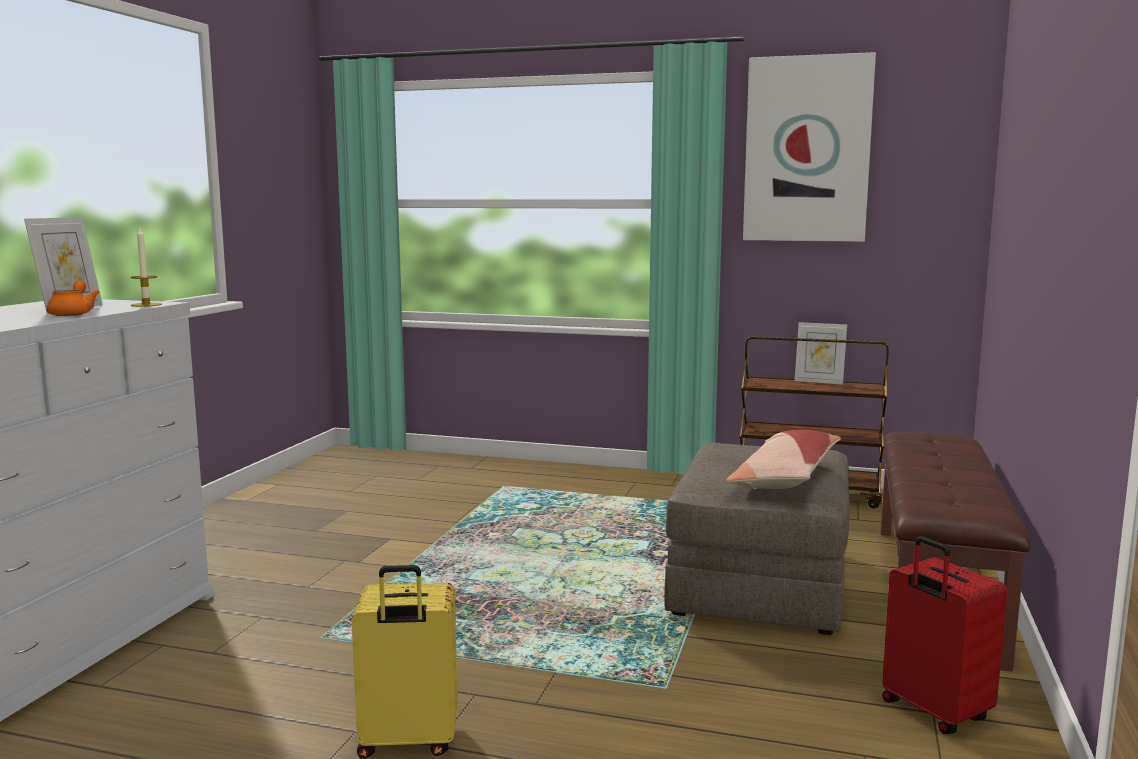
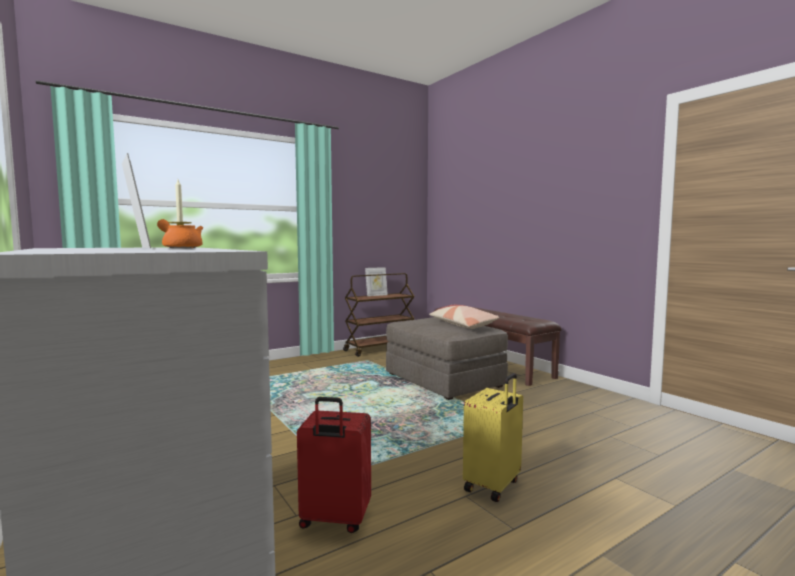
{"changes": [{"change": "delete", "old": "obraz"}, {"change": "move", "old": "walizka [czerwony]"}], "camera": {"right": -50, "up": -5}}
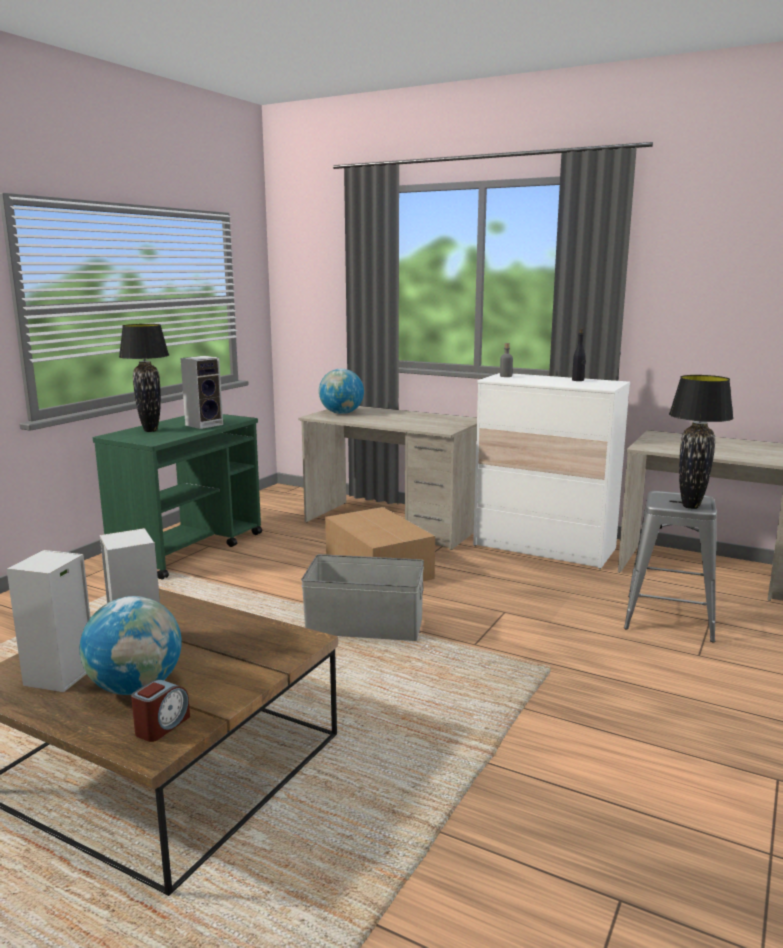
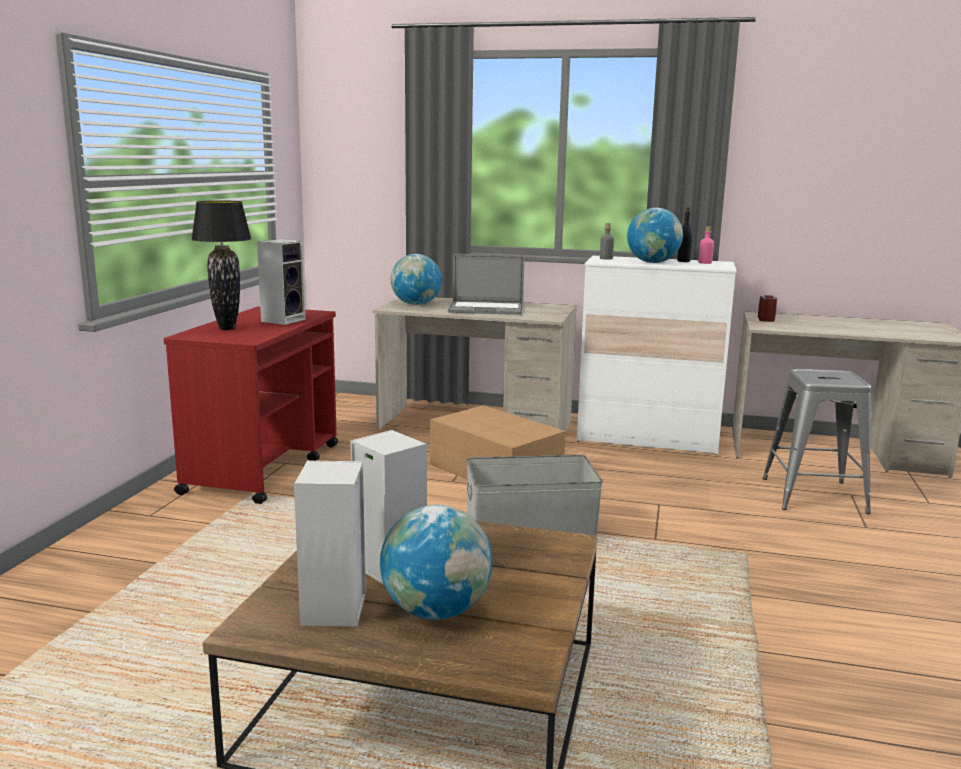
{"changes": [{"change": "delete", "old": "lampa stołowa [czarny] (2nd from left)"}, {"change": "insert", "new": "laptop"}, {"change": "insert", "new": "globus (3rd from left)"}, {"change": "insert", "new": "butelka [różowy]"}, {"change": "move", "old": "budzik"}, {"change": "recolor", "old": "wózek [zielony]", "new": "wózek [czerwony]"}], "camera": {"right": -15, "up": 0}}
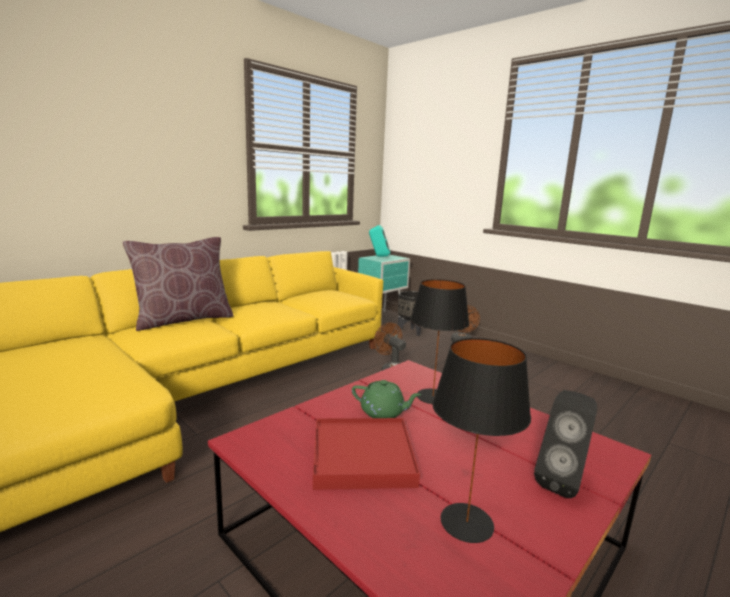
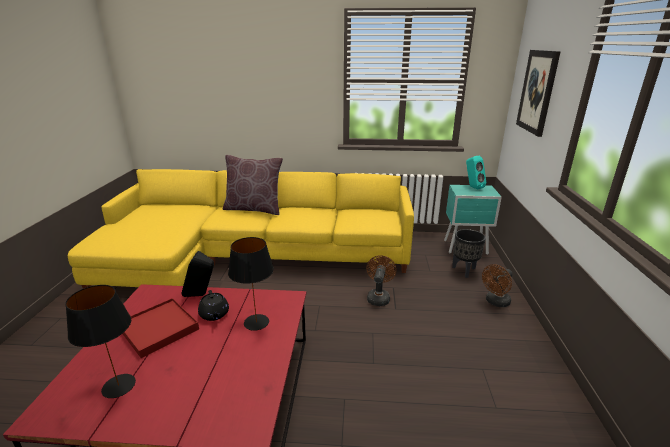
{"changes": [{"change": "insert", "new": "obraz"}, {"change": "move", "old": "głośnik [czarny]"}, {"change": "recolor", "old": "imbryk [zielony]", "new": "imbryk [czarny]"}], "camera": {"right": 50, "up": 10}}
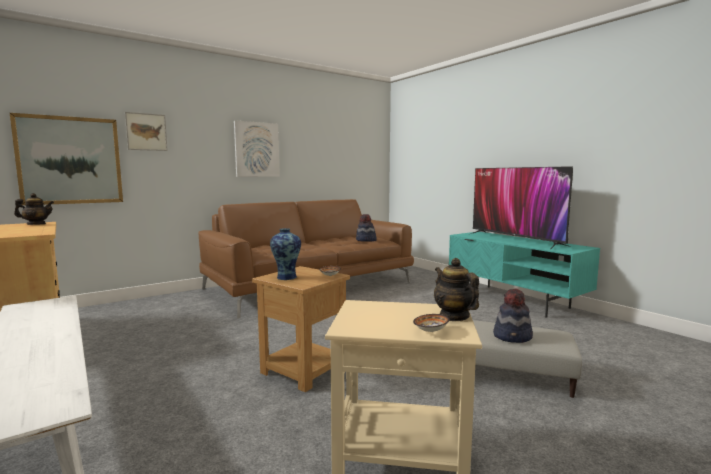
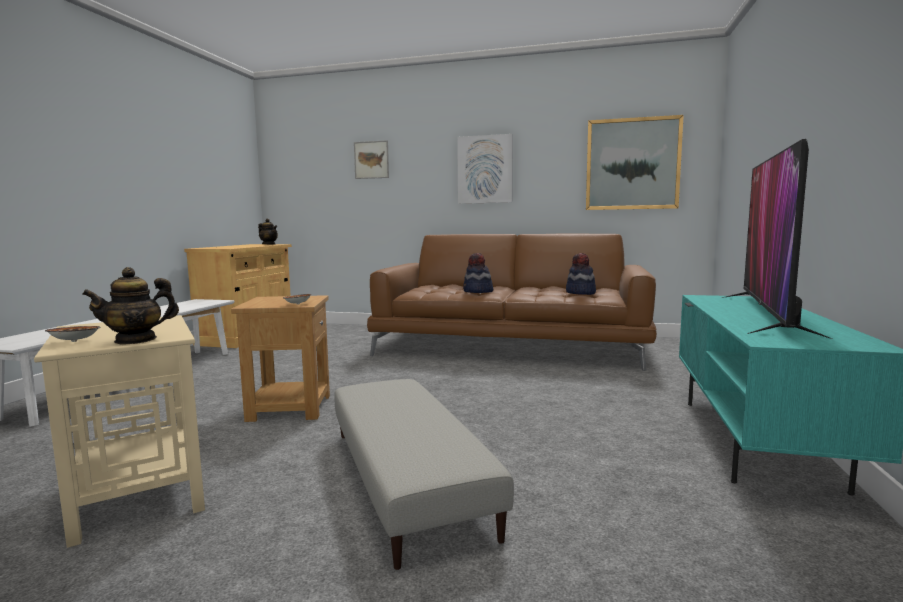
{"changes": [{"change": "delete", "old": "wazon"}, {"change": "move", "old": "obraz (1st from left in the first image)", "new": "obraz (3rd from left)"}, {"change": "move", "old": "kapelusz (2nd from left in the first image)", "new": "kapelusz (1st from left)"}, {"change": "rotate", "old": "imbryk (2nd from left in the first image)", "degrees": -150}], "camera": {"right": 50, "up": 0}}
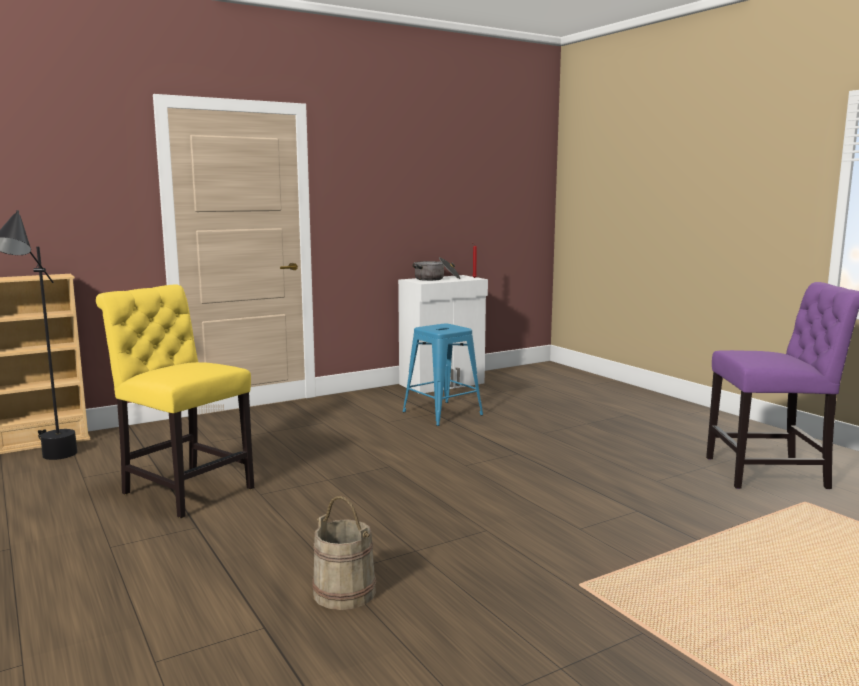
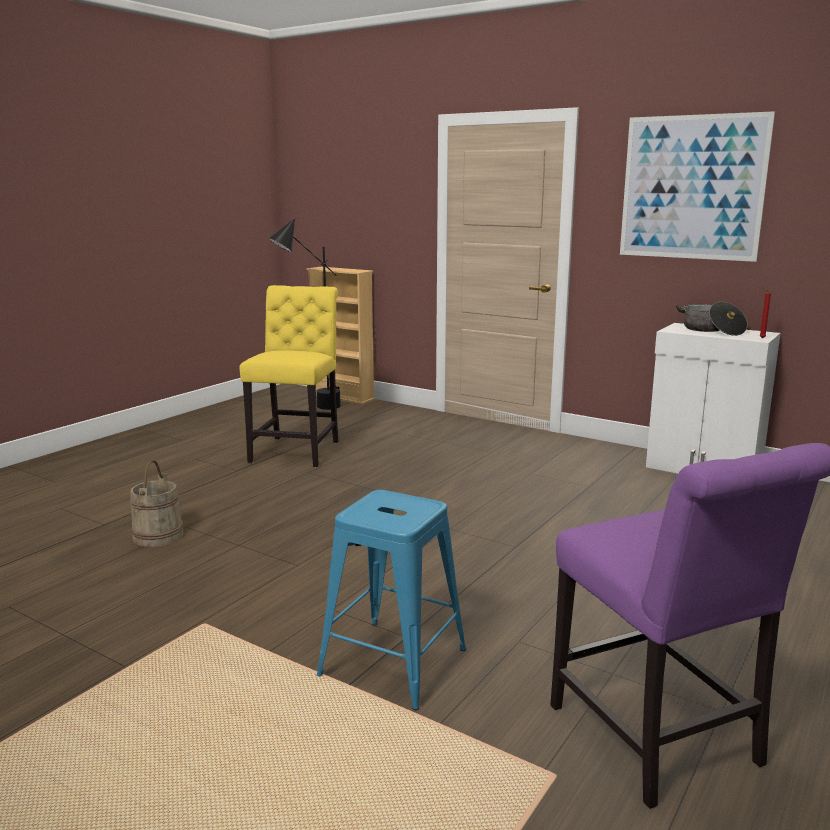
{"changes": [{"change": "insert", "new": "obraz"}, {"change": "move", "old": "stołek [niebieski]"}], "camera": {"right": 65, "up": 5}}
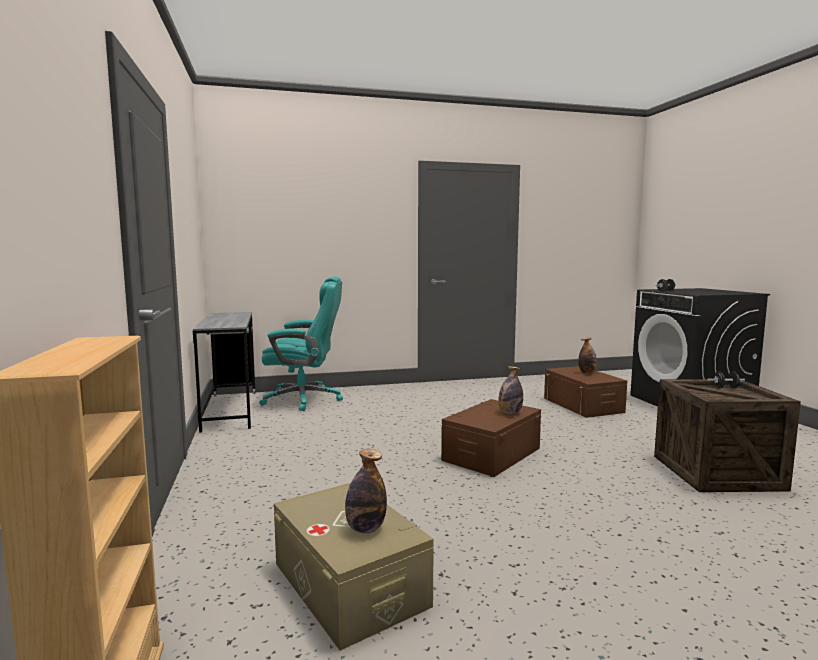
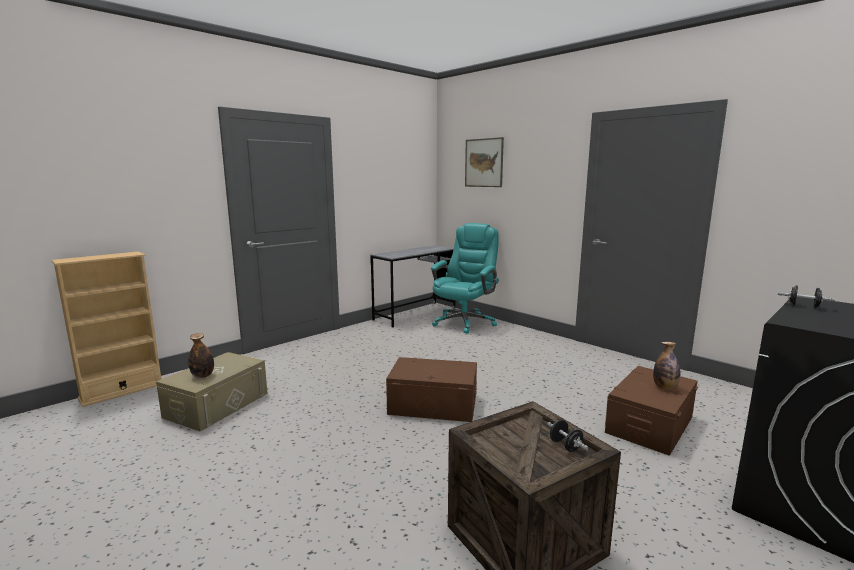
{"changes": [{"change": "delete", "old": "butelka (2nd from left)"}, {"change": "insert", "new": "obraz"}, {"change": "rotate", "old": "krzesło biurowe [turkusowy]", "degrees": -120}], "camera": {"right": 60, "up": 5}}
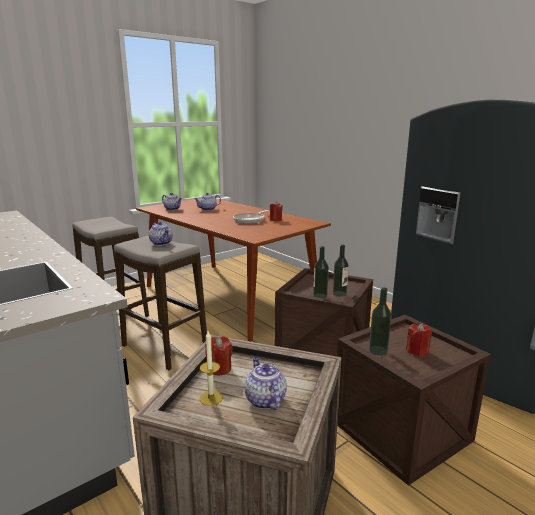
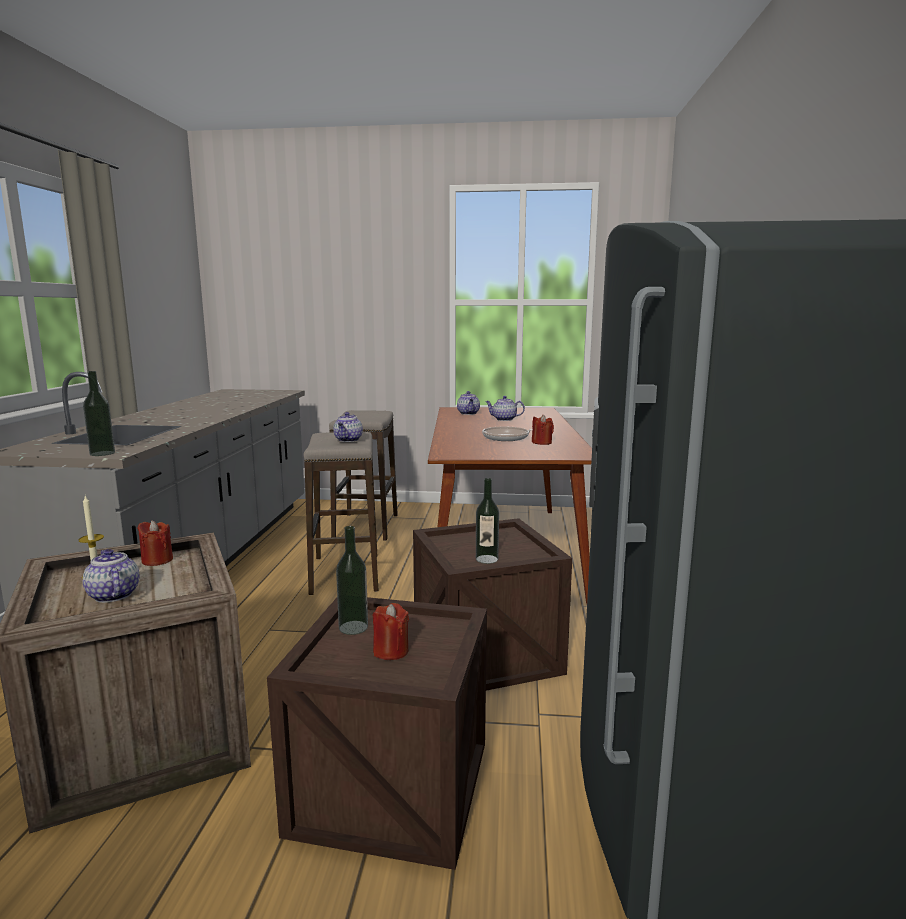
{"changes": [{"change": "move", "old": "butelka (1st from left)"}, {"change": "rotate", "old": "imbryk (4th from left in the first image)", "degrees": -60}], "camera": {"right": 45, "up": -5}}
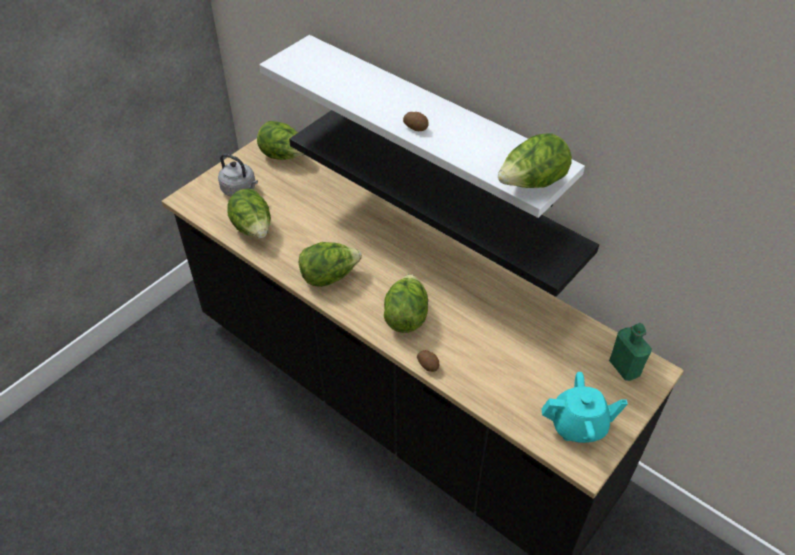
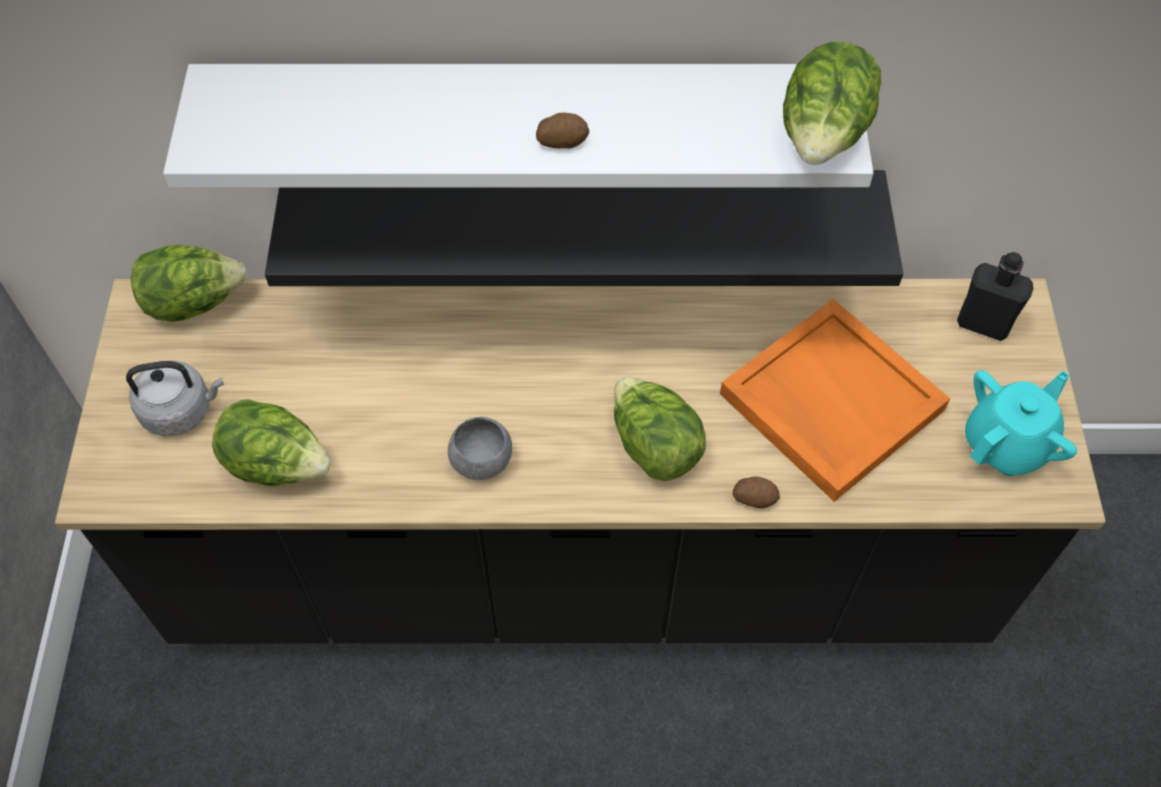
{"changes": [{"change": "insert", "new": "taca [pomarańczowy]"}, {"change": "replace", "old": "sałata (3rd from left)", "new": "miska [szary]"}, {"change": "recolor", "old": "butelka [zielony]", "new": "butelka [czarny]"}], "camera": {"right": -40, "up": 10}}
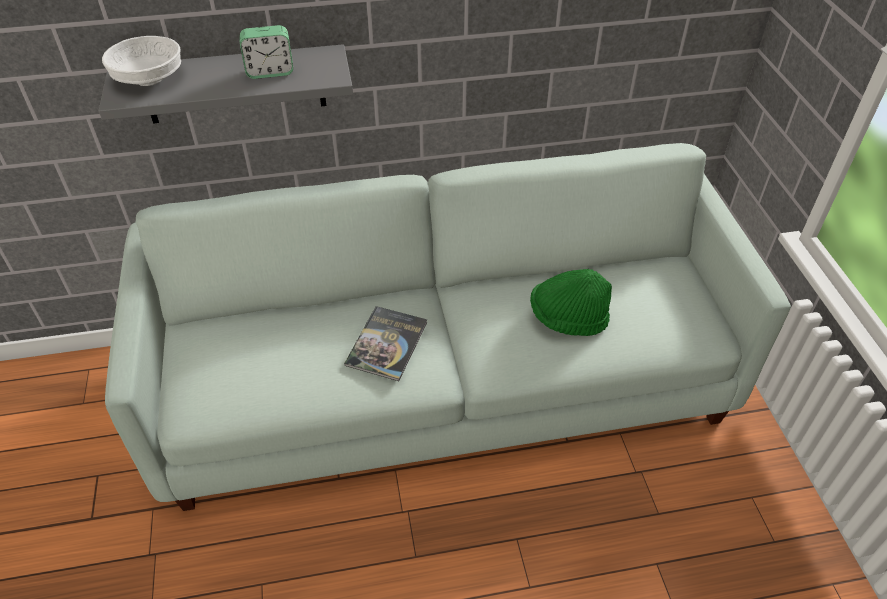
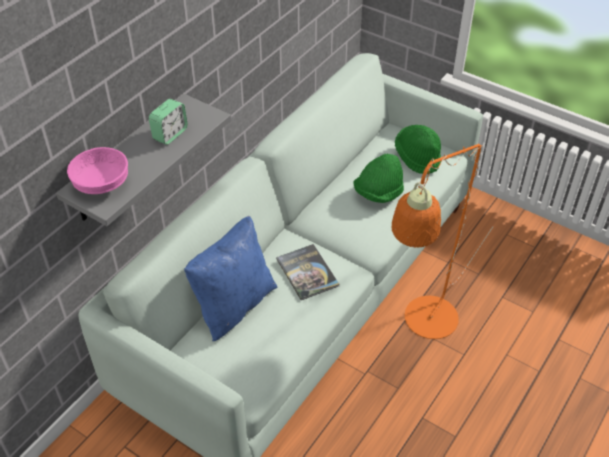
{"changes": [{"change": "insert", "new": "poduszka [niebieski]"}, {"change": "insert", "new": "lampa stojąca [pomarańczowy]"}, {"change": "insert", "new": "kapelusz [zielony] (2nd from left)"}, {"change": "recolor", "old": "miska [biały]", "new": "miska [różowy]"}], "camera": {"right": -45, "up": 0}}
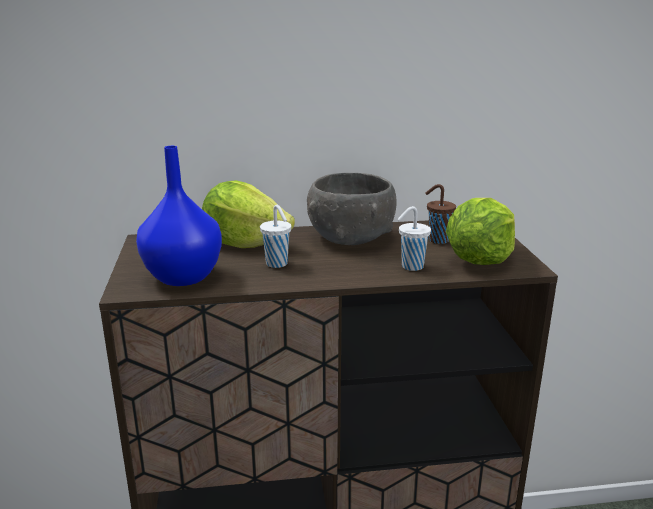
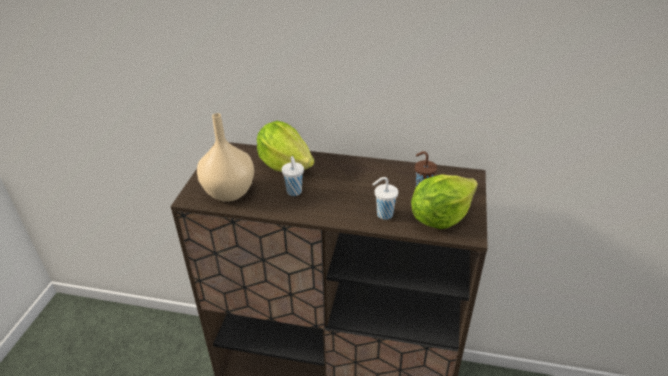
{"changes": [{"change": "delete", "old": "miska [szary]"}, {"change": "recolor", "old": "wazon [niebieski]", "new": "wazon [beżowy]"}], "camera": {"right": 20, "up": 15}}
